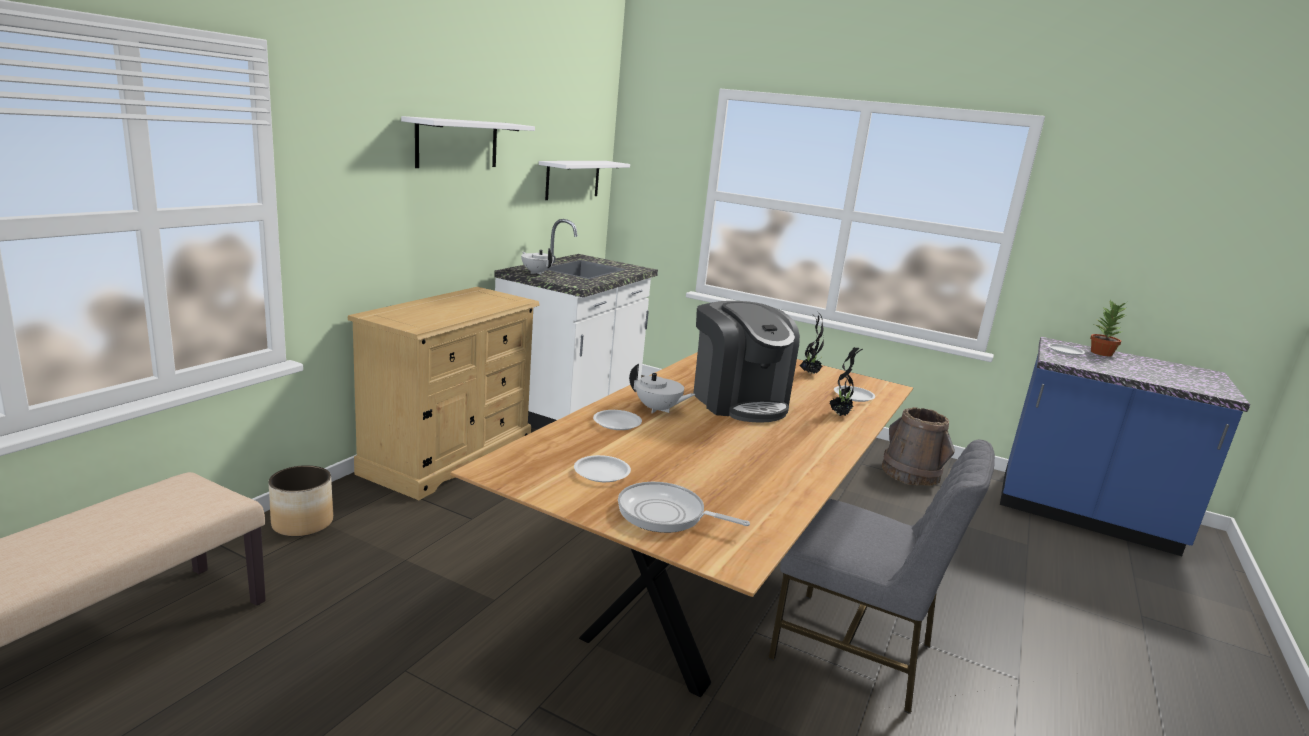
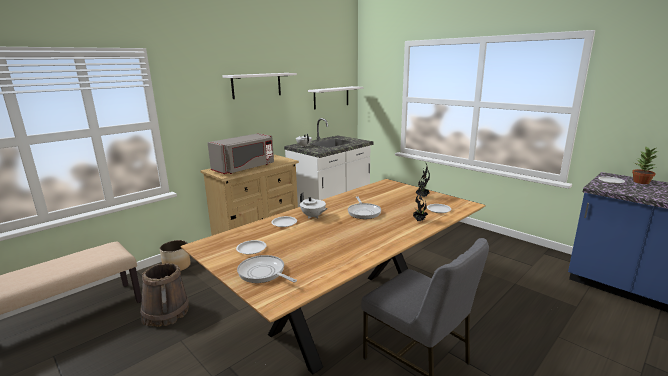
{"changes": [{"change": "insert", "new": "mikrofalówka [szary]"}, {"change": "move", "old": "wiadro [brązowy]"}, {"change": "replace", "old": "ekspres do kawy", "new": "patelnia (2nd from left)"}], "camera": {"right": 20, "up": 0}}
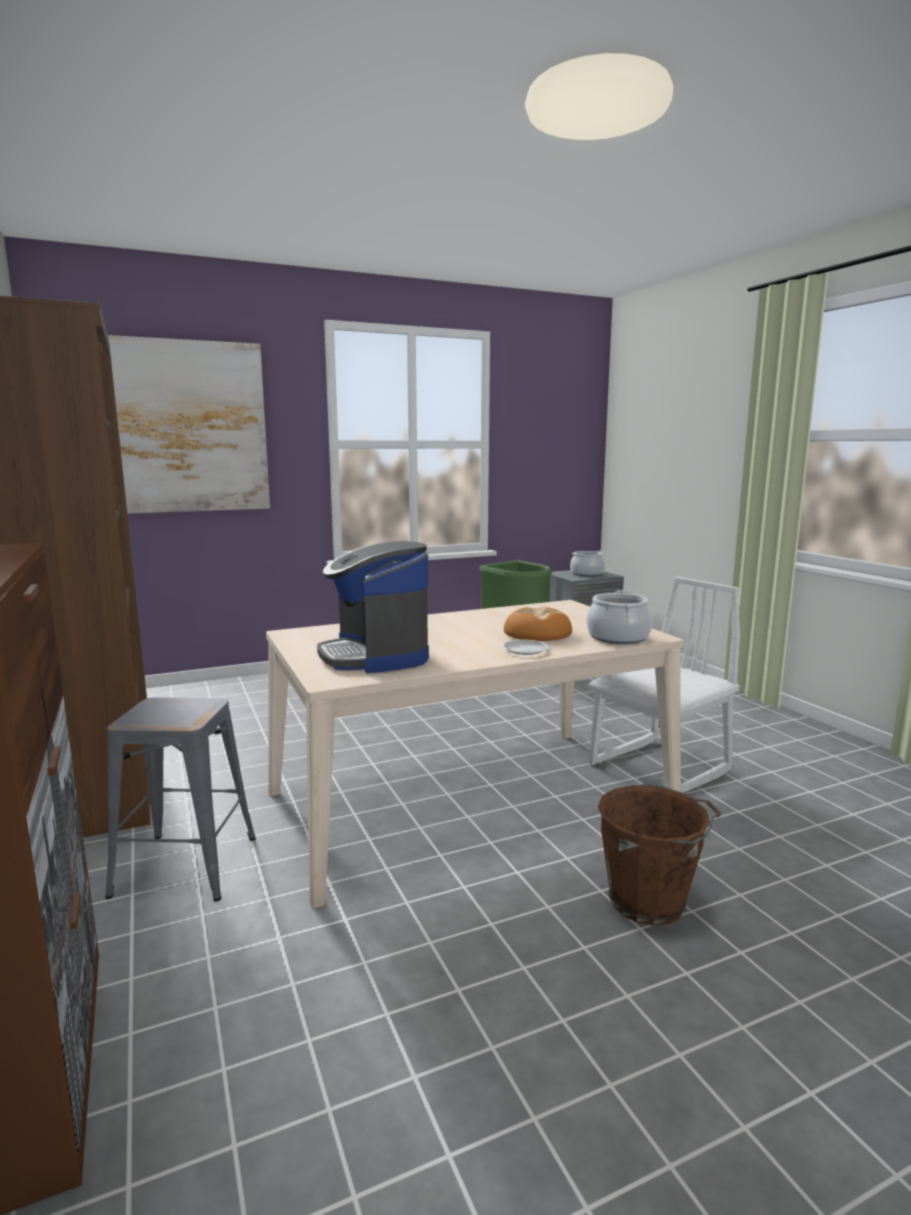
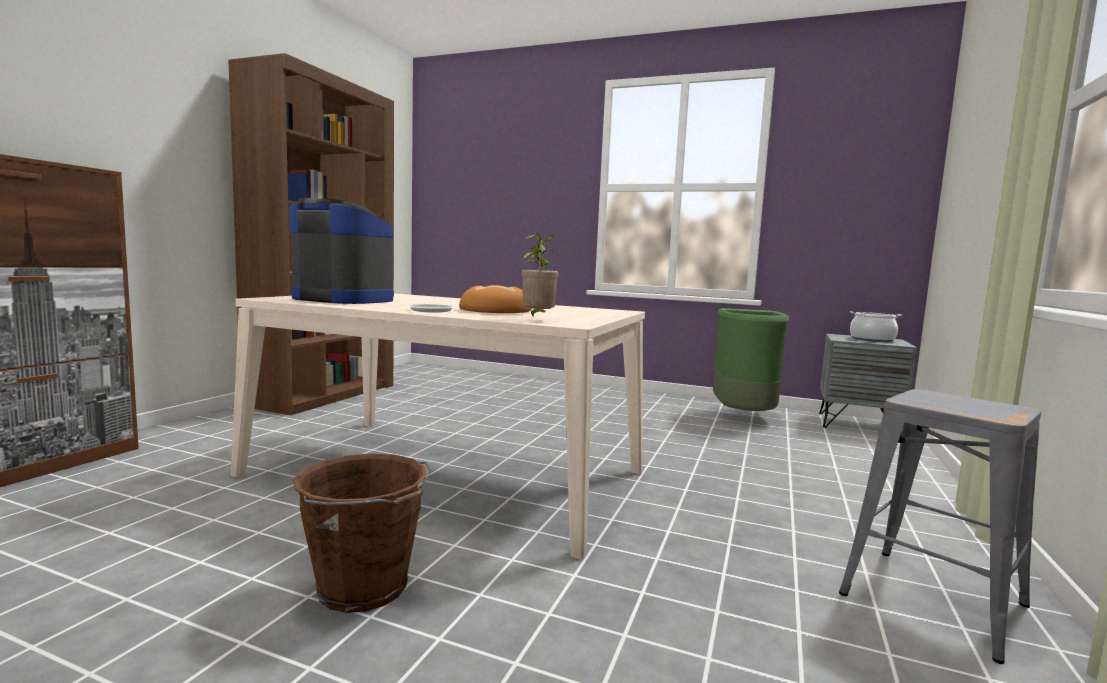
{"changes": [{"change": "delete", "old": "obraz"}, {"change": "delete", "old": "krzesło [biały]"}, {"change": "move", "old": "stołek [szary]"}, {"change": "replace", "old": "garnek (2nd from left)", "new": "roślina doniczkowa"}, {"change": "rotate", "old": "ekspres do kawy", "degrees": 90}], "camera": {"right": 45, "up": -5}}
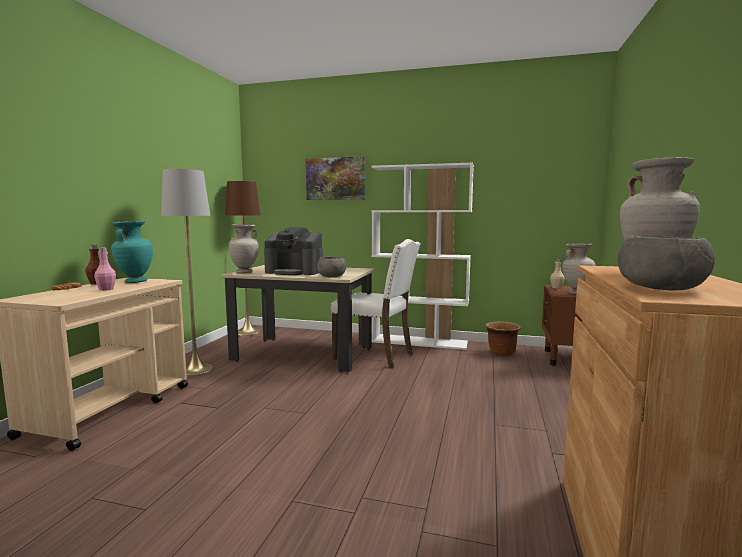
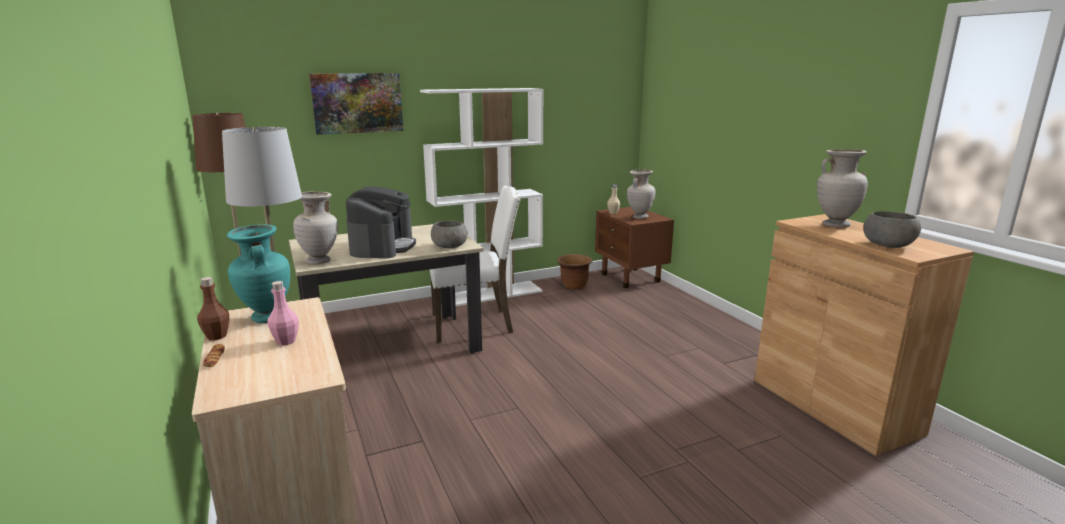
{"changes": [{"change": "rotate", "old": "ekspres do kawy", "degrees": -60}], "camera": {"right": -40, "up": 10}}
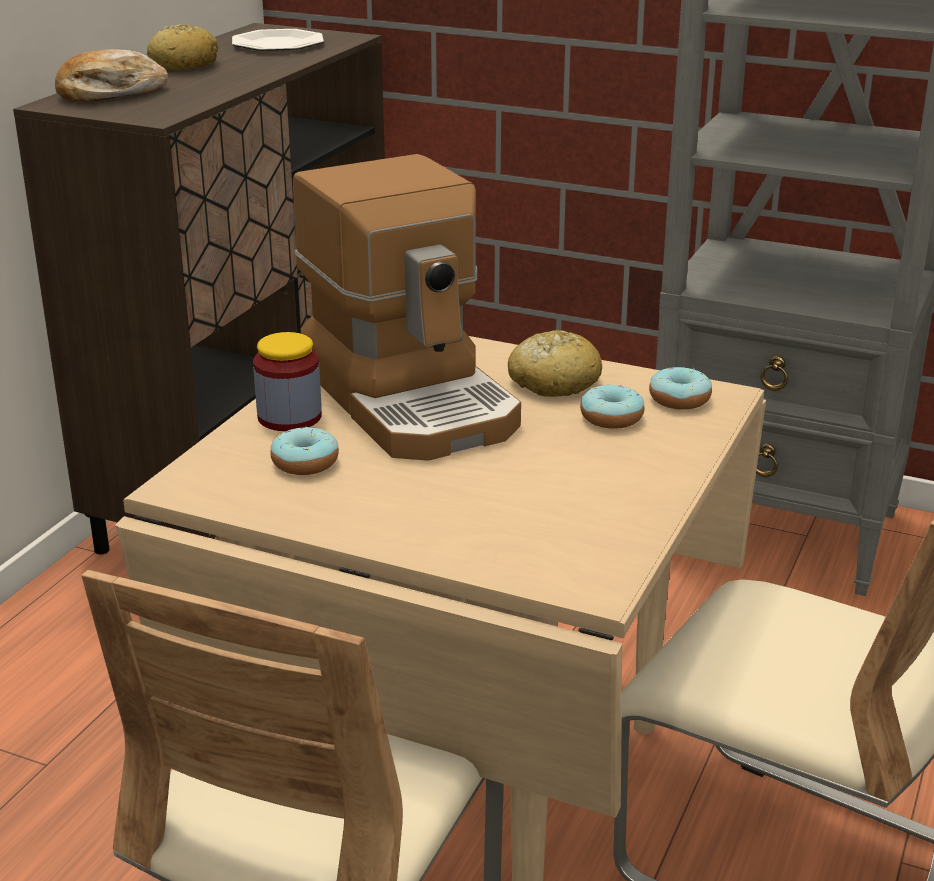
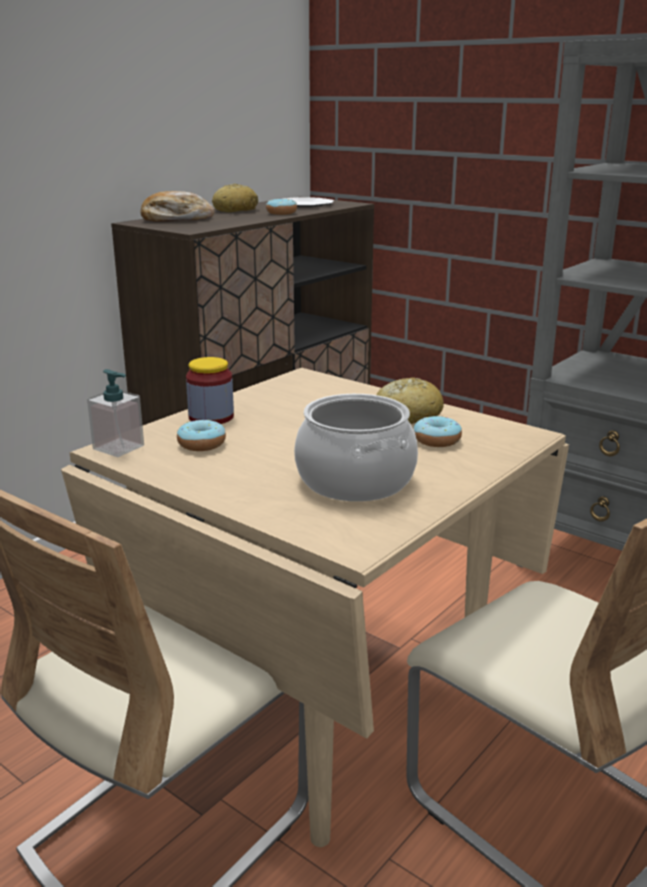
{"changes": [{"change": "delete", "old": "ekspres do kawy"}, {"change": "insert", "new": "dozownik mydła"}, {"change": "insert", "new": "garnek"}, {"change": "move", "old": "donut (3rd from left in the first image)", "new": "donut (2nd from left)"}], "camera": {"right": 15, "up": -5}}
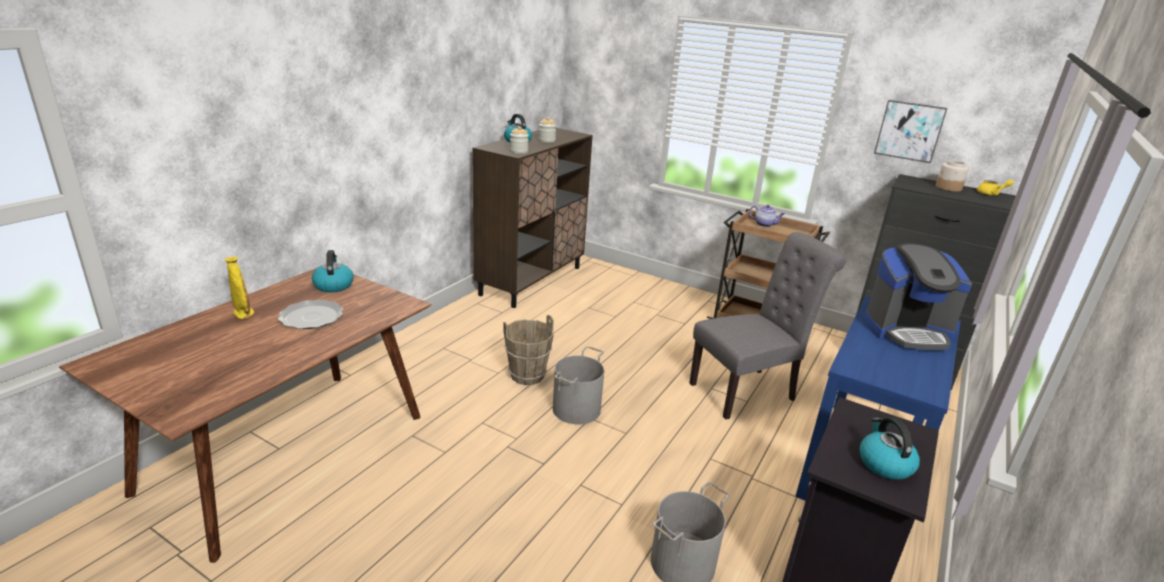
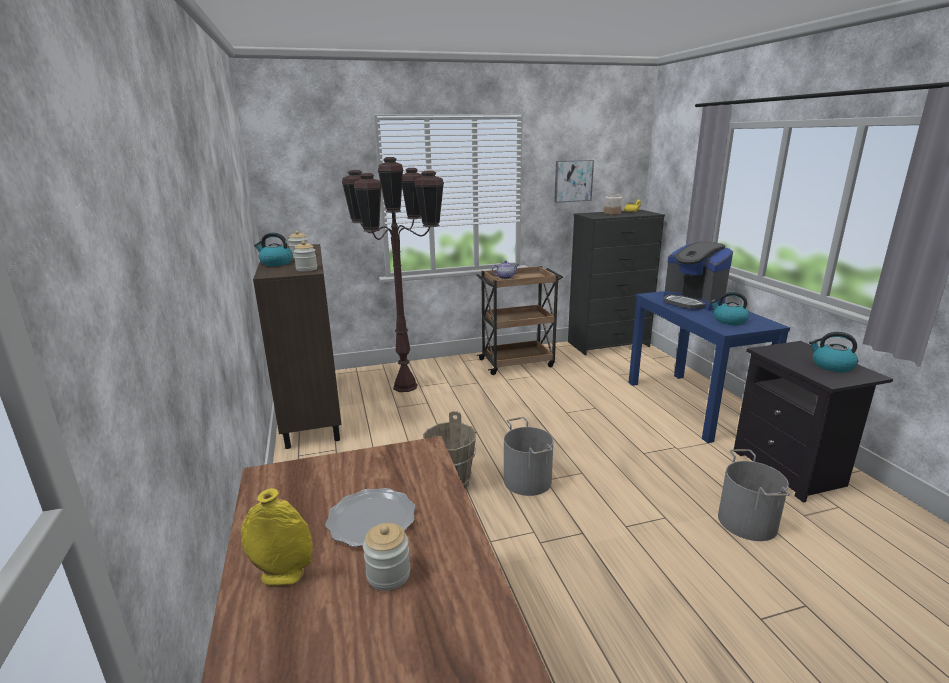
{"changes": [{"change": "delete", "old": "krzesło [szary]"}, {"change": "insert", "new": "lampa stojąca [brązowy]"}, {"change": "insert", "new": "słoik (3rd from left)"}, {"change": "move", "old": "czajnik (1st from left in the first image)", "new": "czajnik (2nd from left)"}, {"change": "rotate", "old": "ekspres do kawy", "degrees": 105}], "camera": {"right": -45, "up": -5}}
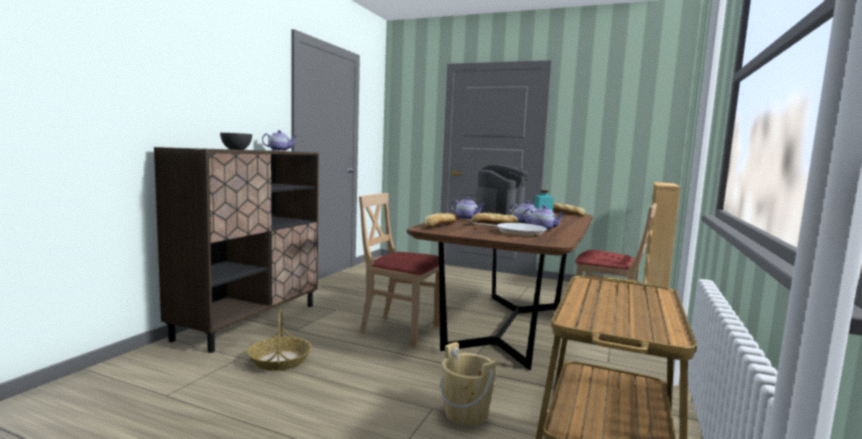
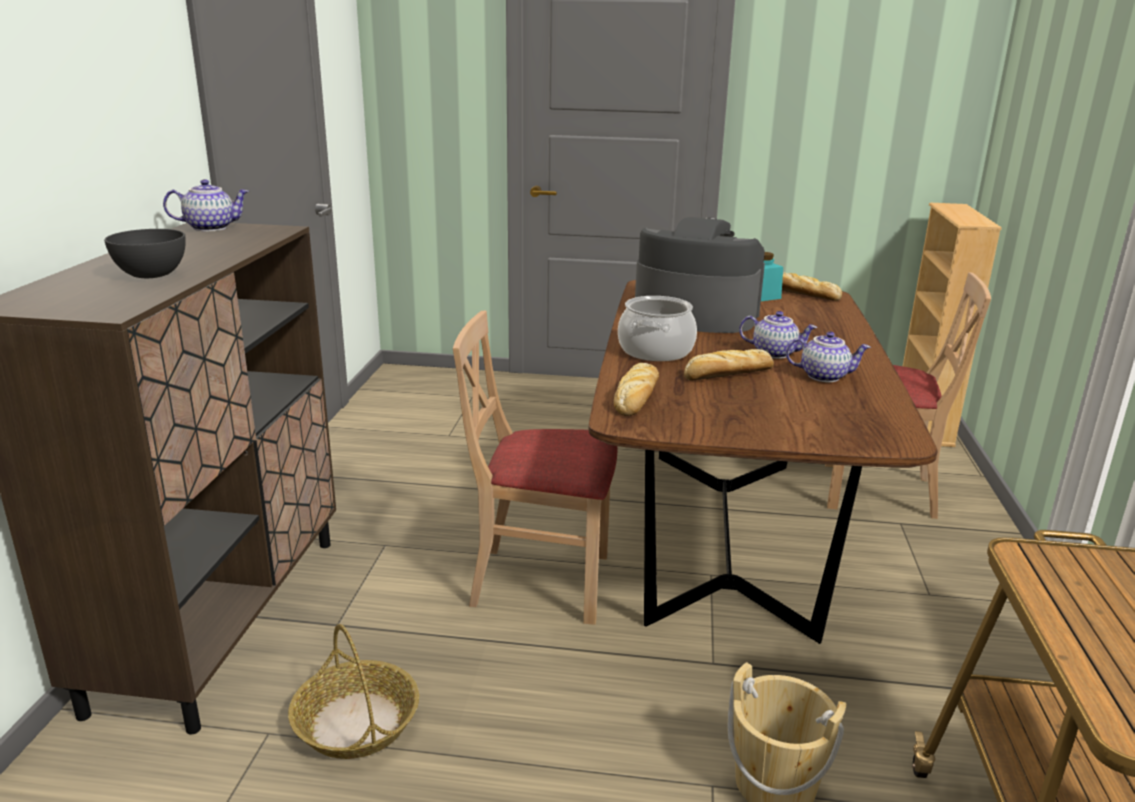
{"changes": [{"change": "delete", "old": "patelnia"}, {"change": "replace", "old": "imbryk (2nd from left)", "new": "garnek"}, {"change": "rotate", "old": "ekspres do kawy", "degrees": -75}], "camera": {"right": -15, "up": 15}}
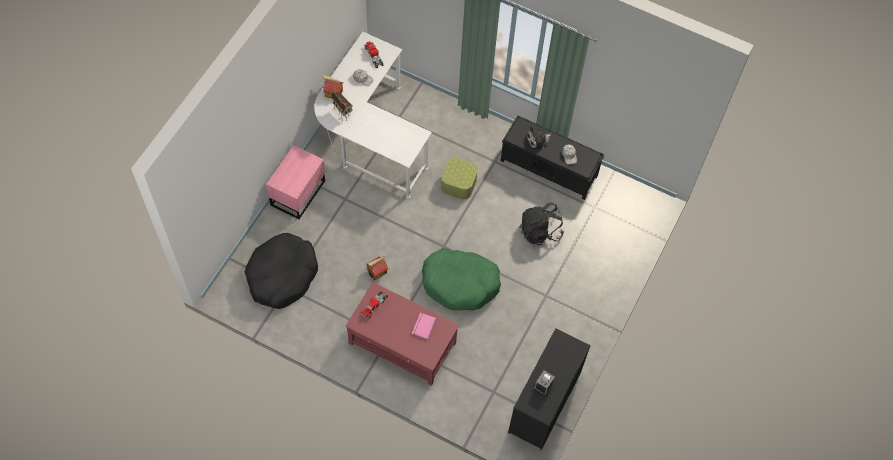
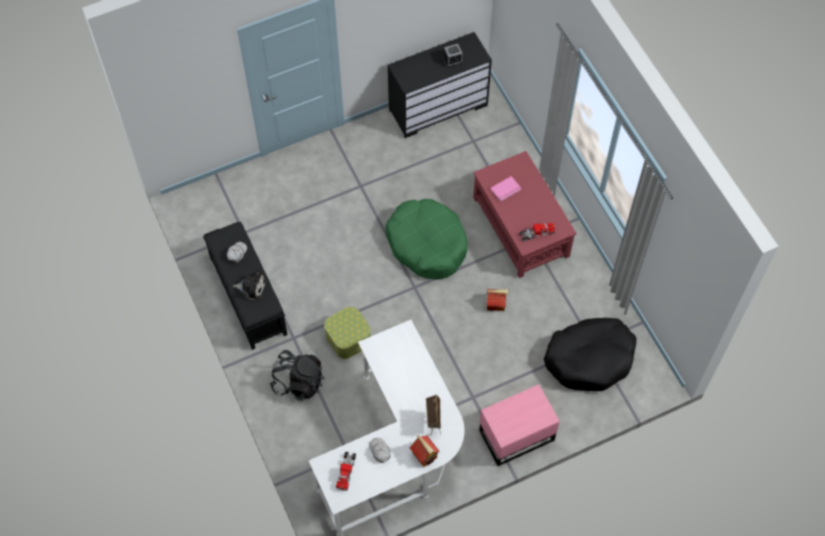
{"changes": [{"change": "move", "old": "plecak [czarny]"}], "camera": {"right": -140, "up": 0}}
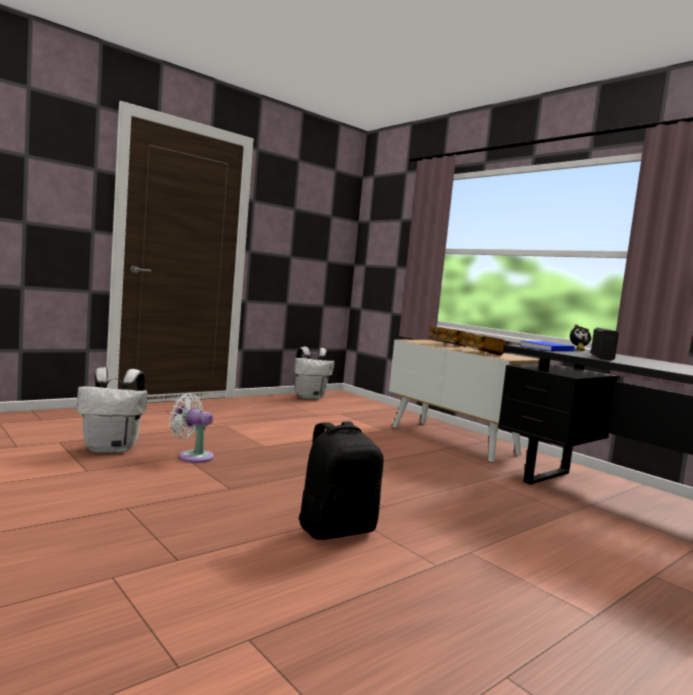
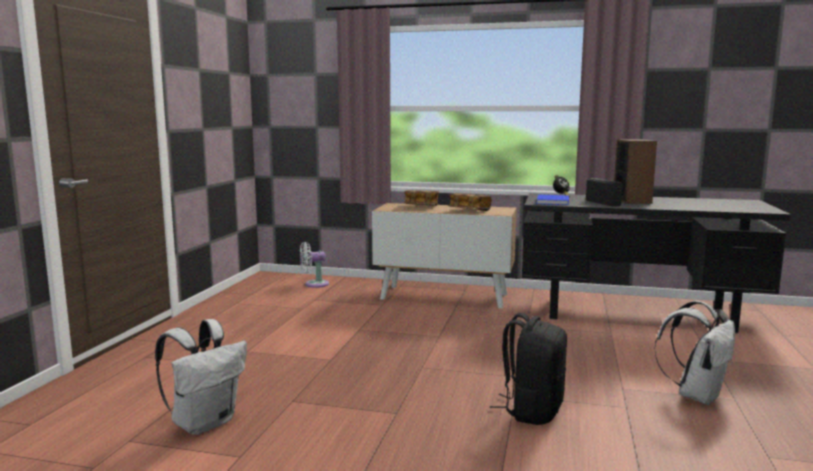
{"changes": [{"change": "insert", "new": "głośnik"}, {"change": "move", "old": "wentylator [biały]"}, {"change": "move", "old": "plecak [biały] (2nd from left)"}], "camera": {"right": -35, "up": 5}}
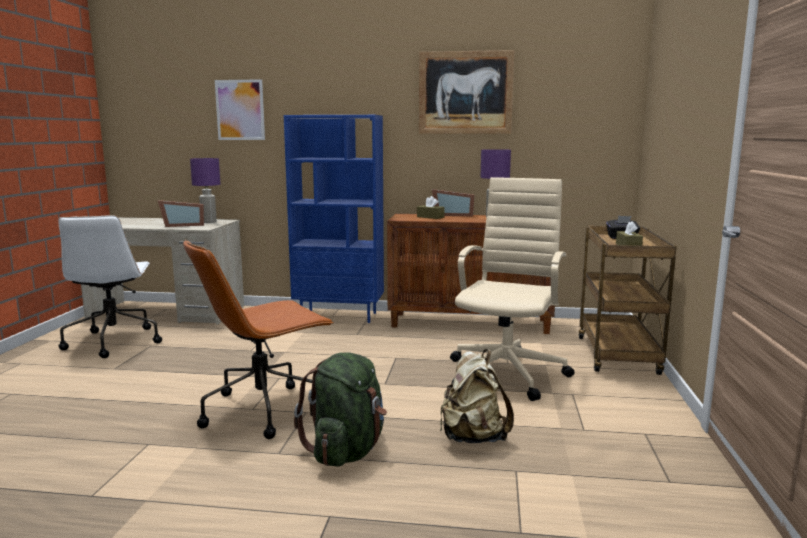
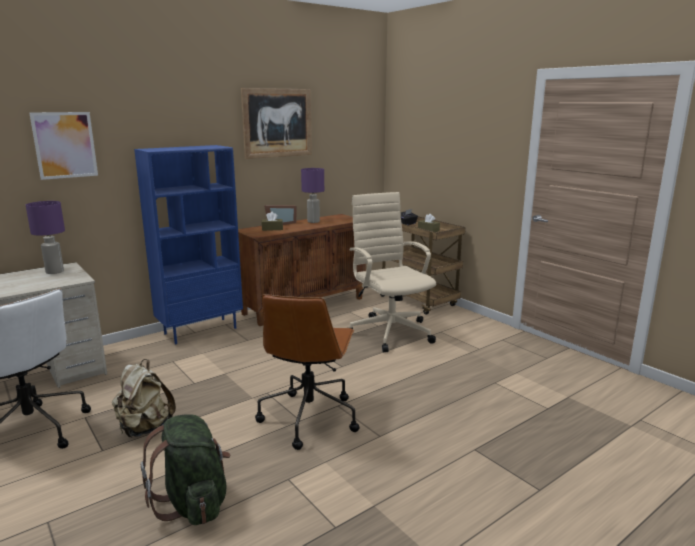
{"changes": [{"change": "delete", "old": "ramka na zdjęcie (1st from left)"}, {"change": "move", "old": "plecak [zielony]"}, {"change": "move", "old": "plecak [beżowy]"}], "camera": {"right": -45, "up": 5}}
